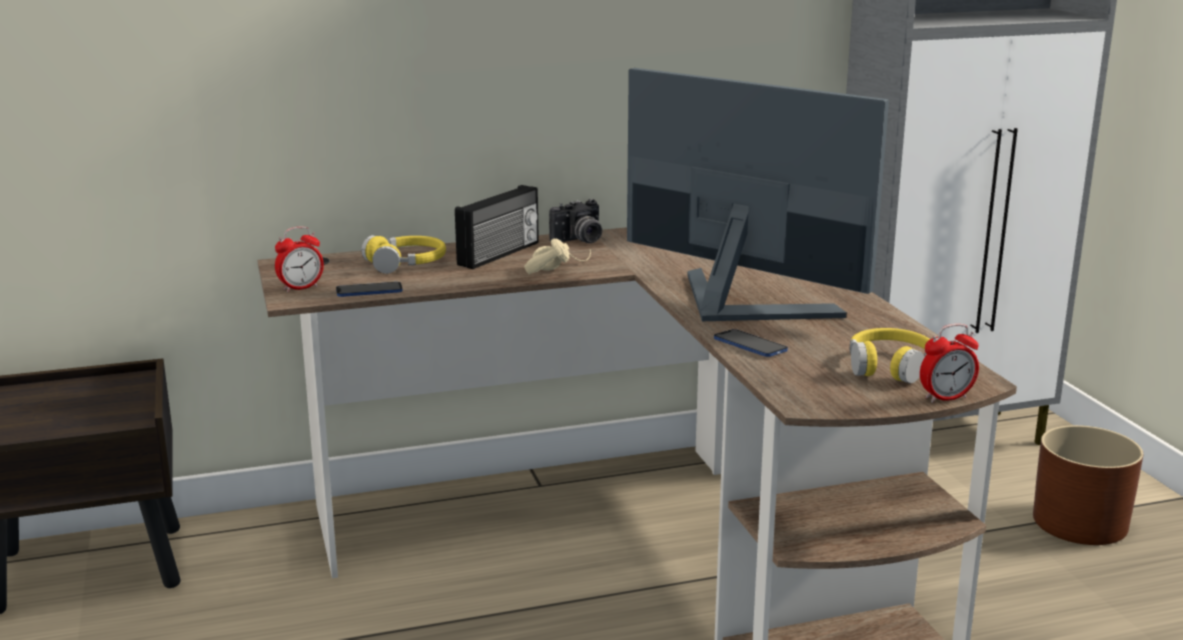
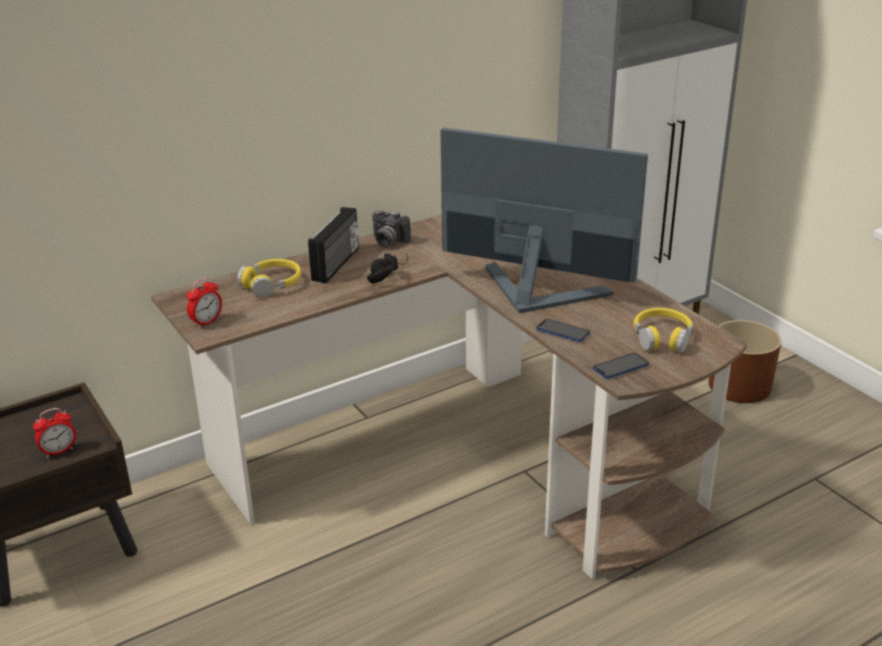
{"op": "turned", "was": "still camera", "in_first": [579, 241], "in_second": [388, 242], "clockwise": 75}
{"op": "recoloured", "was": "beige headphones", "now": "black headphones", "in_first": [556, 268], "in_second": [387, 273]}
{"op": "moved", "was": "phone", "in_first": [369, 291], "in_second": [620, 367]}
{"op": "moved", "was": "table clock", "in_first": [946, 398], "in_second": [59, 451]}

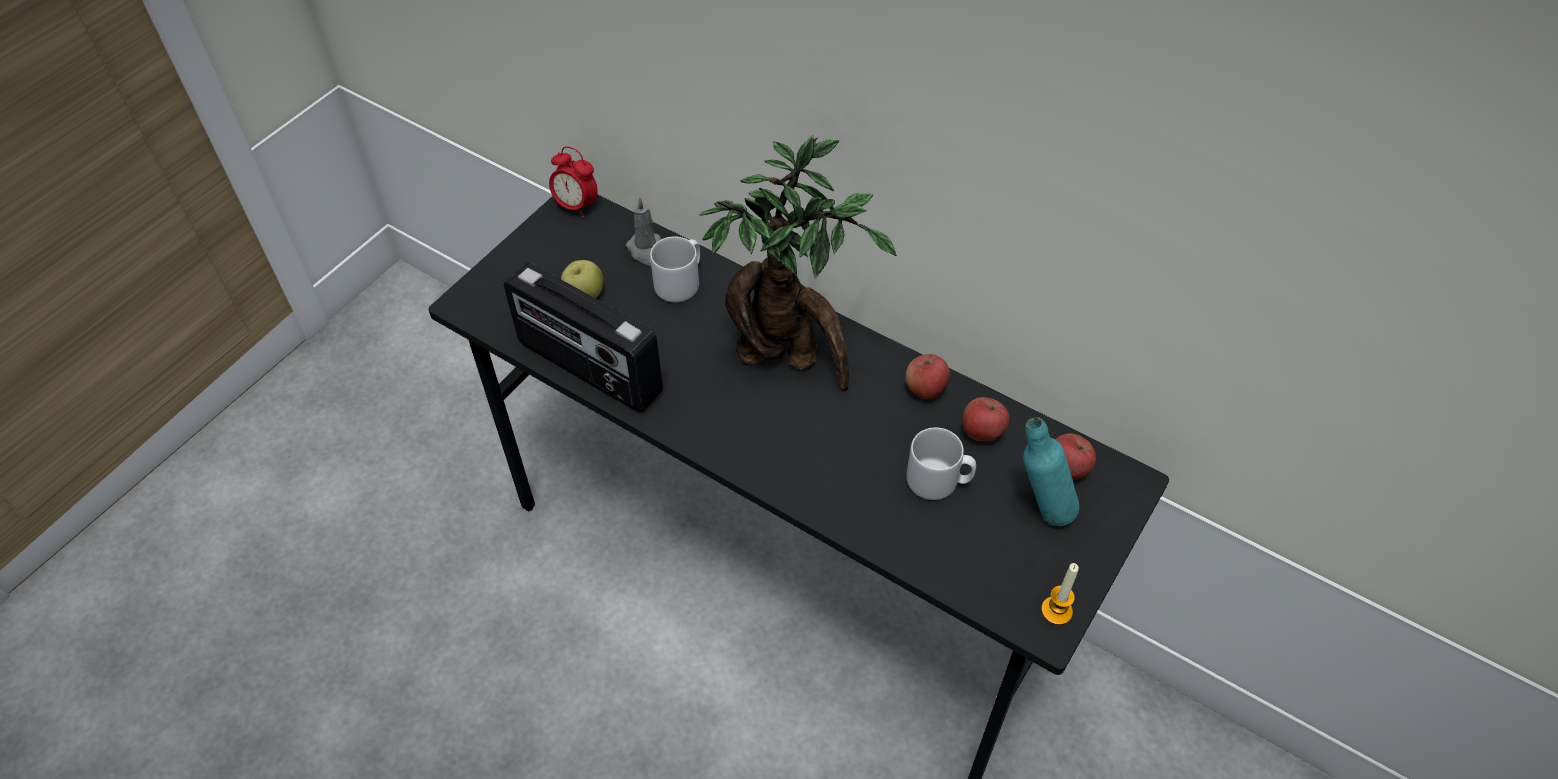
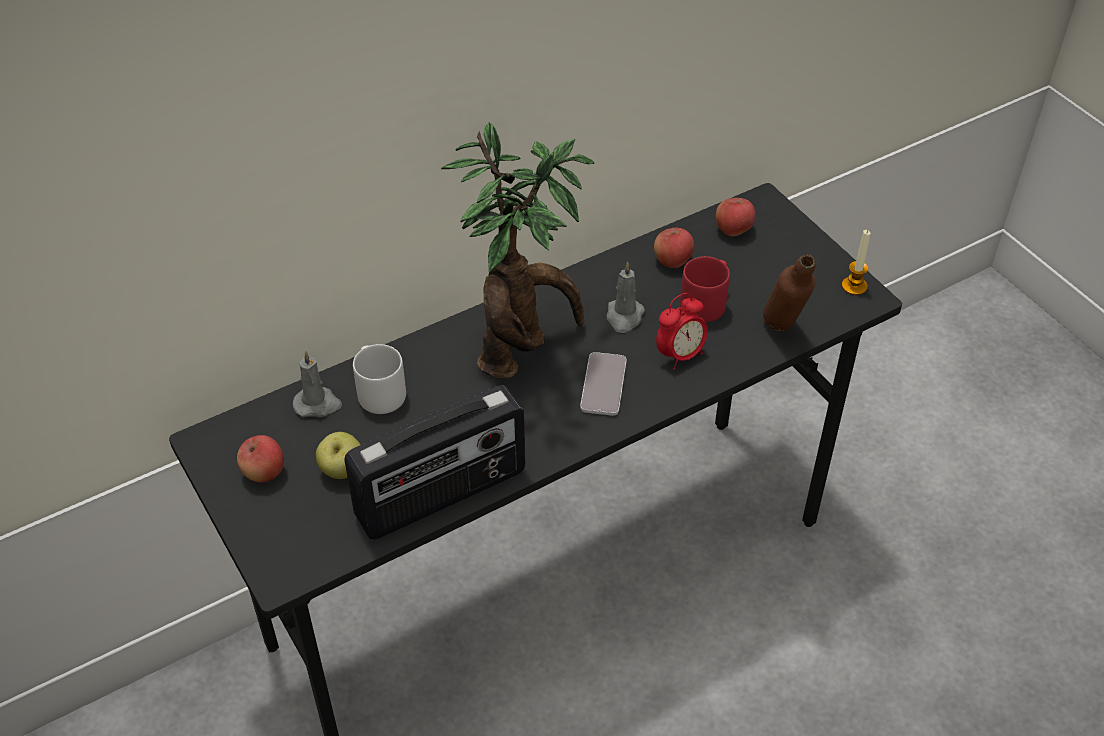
{"op": "moved", "was": "table clock", "in_first": [576, 206], "in_second": [680, 355]}
{"op": "moved", "was": "apple fruit", "in_first": [925, 389], "in_second": [264, 472]}
{"op": "removed", "was": "turquoise bottle", "in_first": [1039, 511]}
{"op": "recoloured", "was": "grey coffee mug", "now": "reddish coffee mug", "in_first": [938, 481], "in_second": [706, 304]}
{"op": "added", "now": "brown bottle", "in_second": [783, 334]}
{"op": "added", "now": "grey wax light", "in_second": [624, 317]}
{"op": "added", "now": "phone", "in_second": [603, 385]}

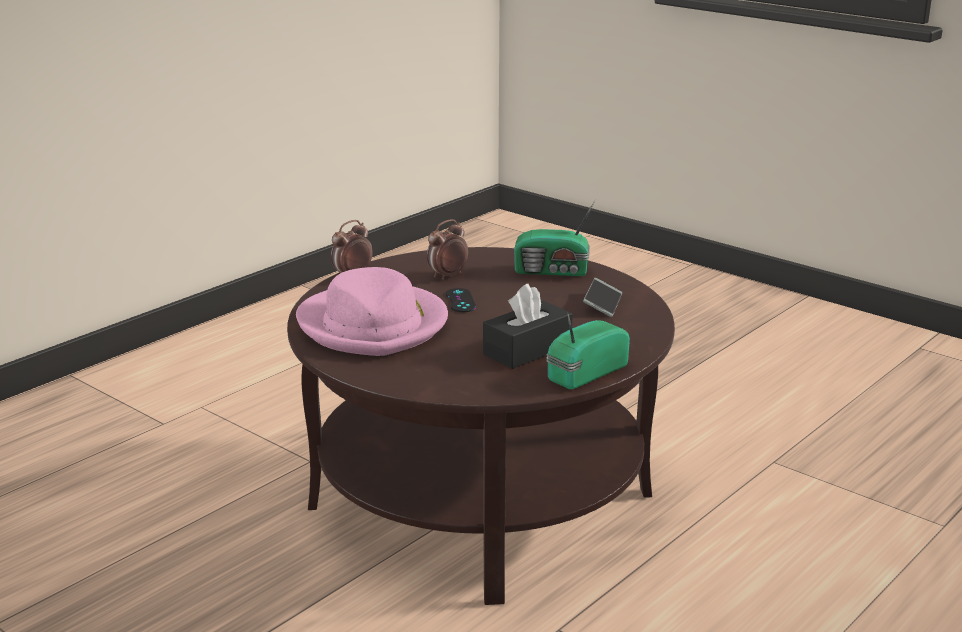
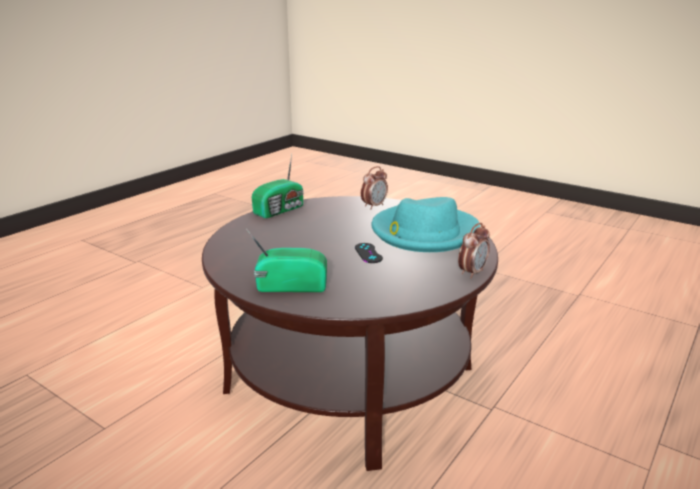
{"op": "moved", "was": "table clock", "in_first": [447, 276], "in_second": [374, 206]}
{"op": "recoloured", "was": "pinkish wearable hat", "now": "turquoise wearable hat", "in_first": [374, 325], "in_second": [423, 232]}
{"op": "removed", "was": "phone", "in_first": [602, 303]}
{"op": "removed", "was": "black tissue box", "in_first": [527, 350]}

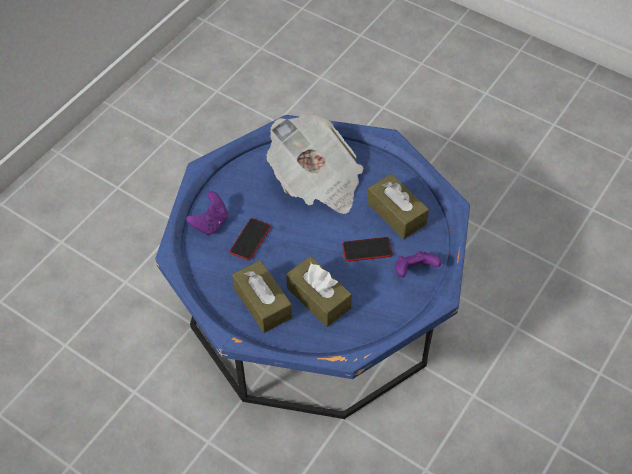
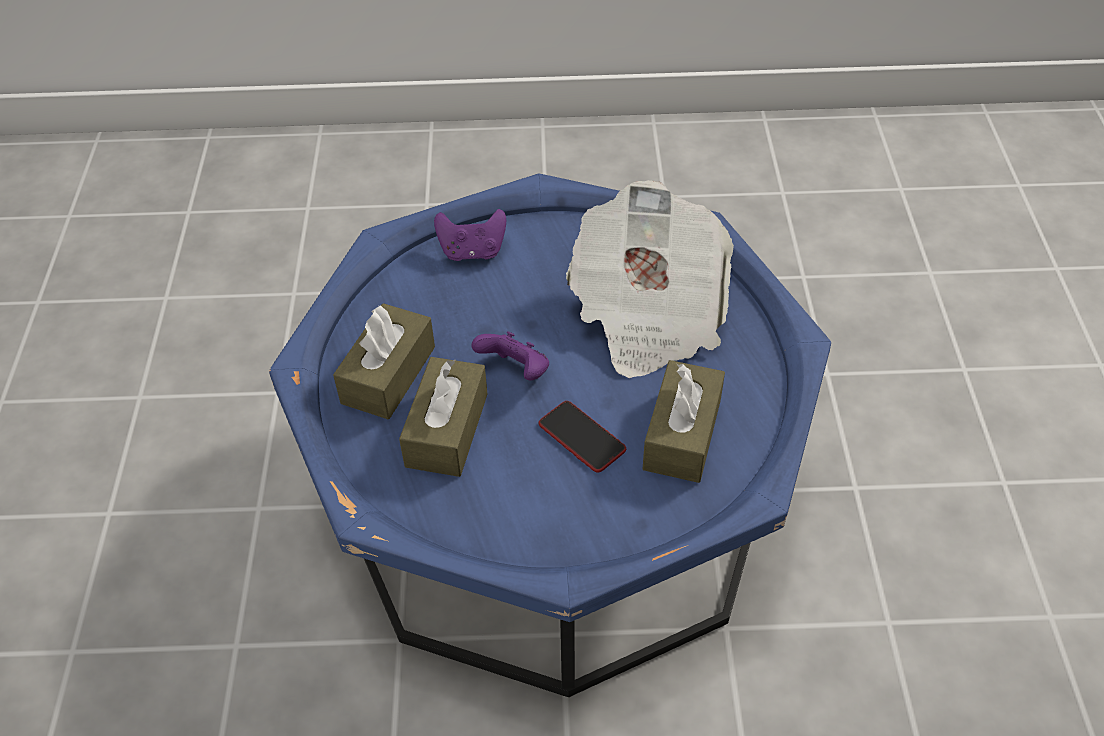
{"op": "removed", "was": "phone", "in_first": [250, 240]}
{"op": "moved", "was": "purplish joypad", "in_first": [414, 271], "in_second": [515, 371]}

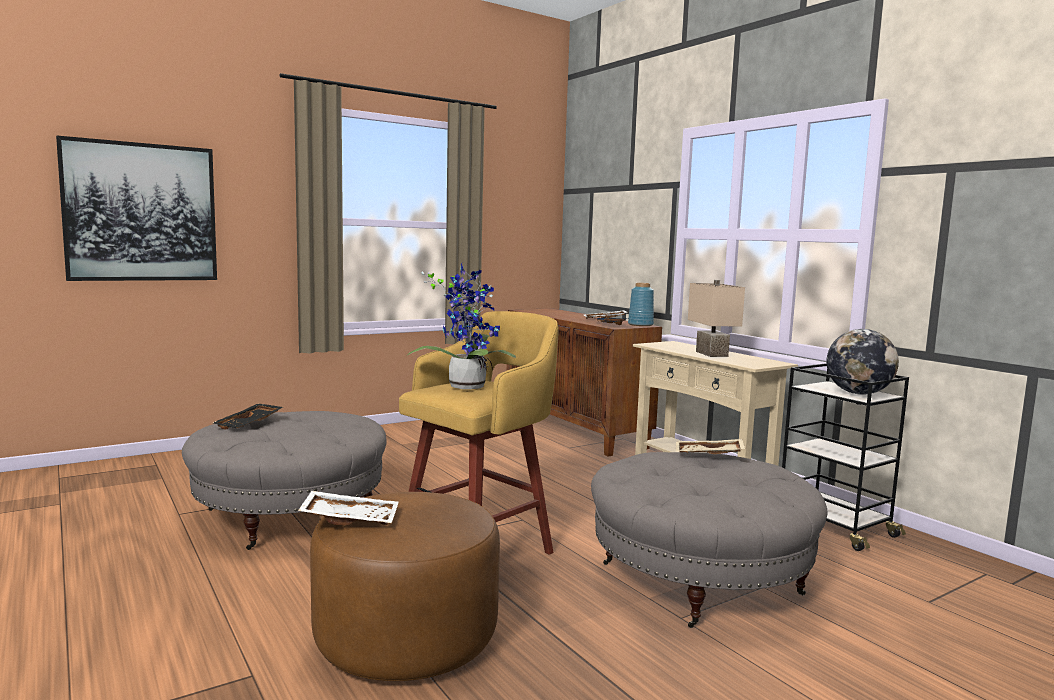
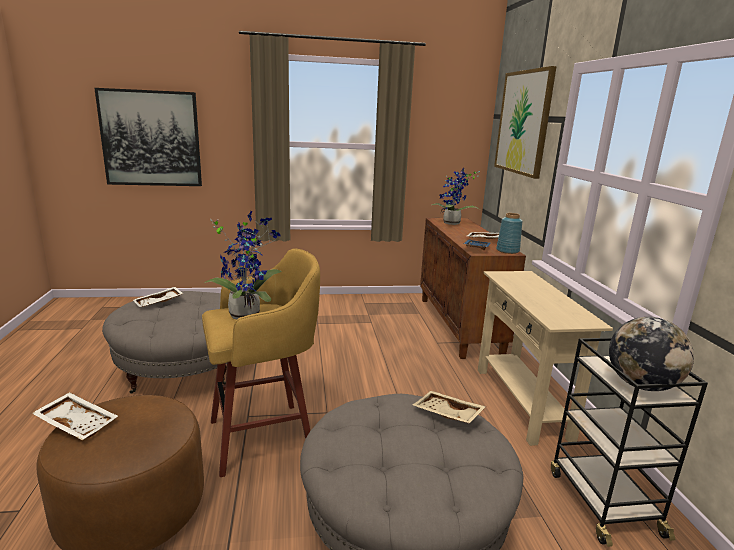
{"op": "removed", "was": "beige lamp for a table", "in_first": [713, 354]}
{"op": "recoloured", "was": "black serving tray", "now": "white-coloured serving tray", "in_first": [249, 424], "in_second": [159, 303]}
{"op": "added", "now": "picture", "in_second": [523, 122]}
{"op": "added", "now": "houseplant", "in_second": [452, 224]}

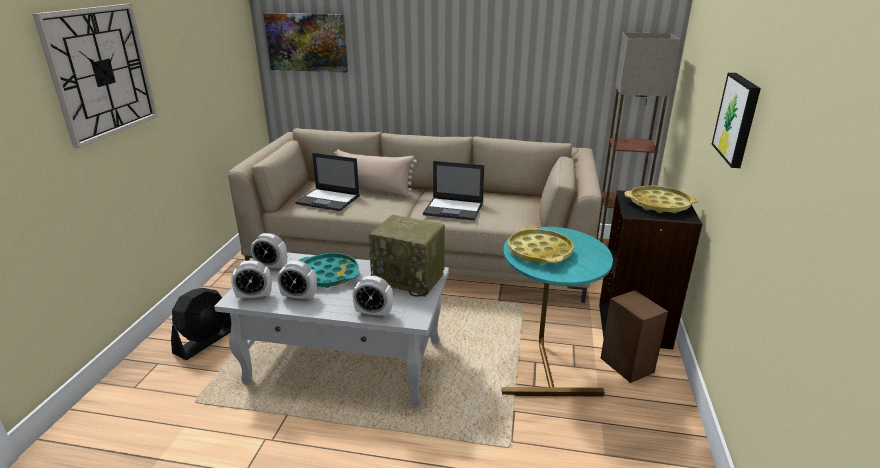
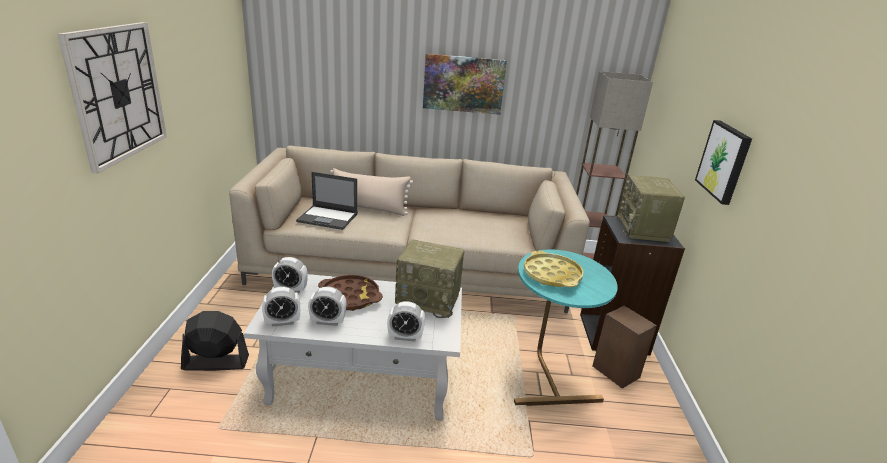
{"op": "moved", "was": "picture", "in_first": [307, 42], "in_second": [463, 84]}
{"op": "removed", "was": "portable computer", "in_first": [454, 209]}
{"op": "replaced", "was": "yellowish serving tray", "now": "radio set", "in_first": [659, 204], "in_second": [643, 229]}
{"op": "recoloured", "was": "turquoise serving tray", "now": "brown serving tray", "in_first": [328, 275], "in_second": [350, 297]}
{"op": "turned", "was": "black fan", "in_first": [205, 341], "in_second": [215, 362], "clockwise": -120}

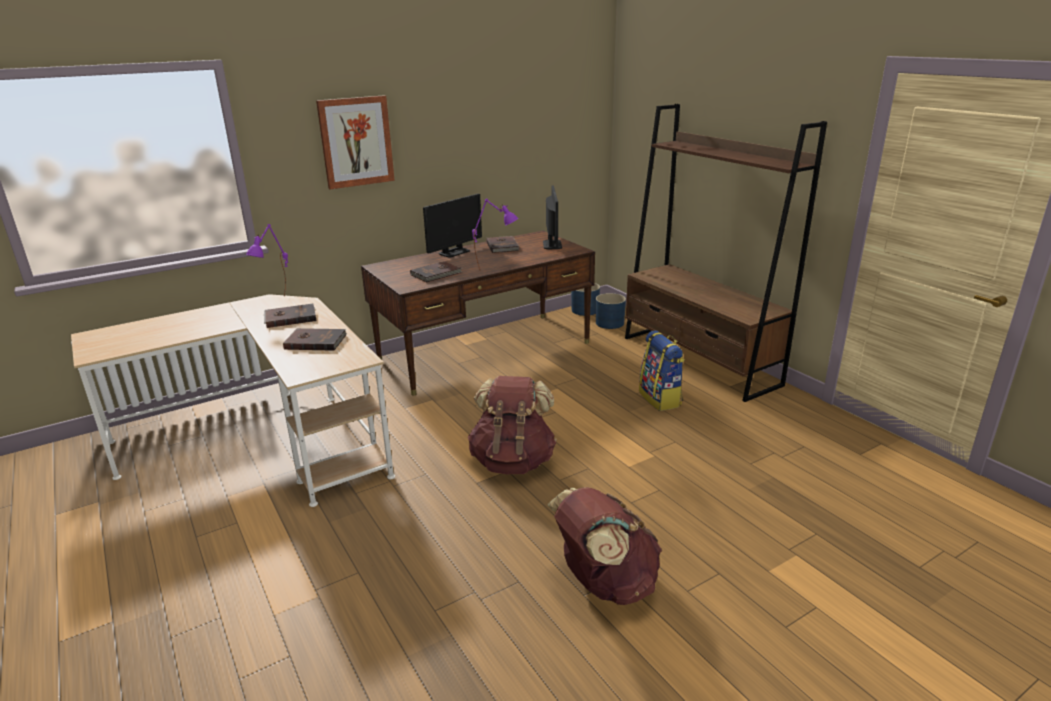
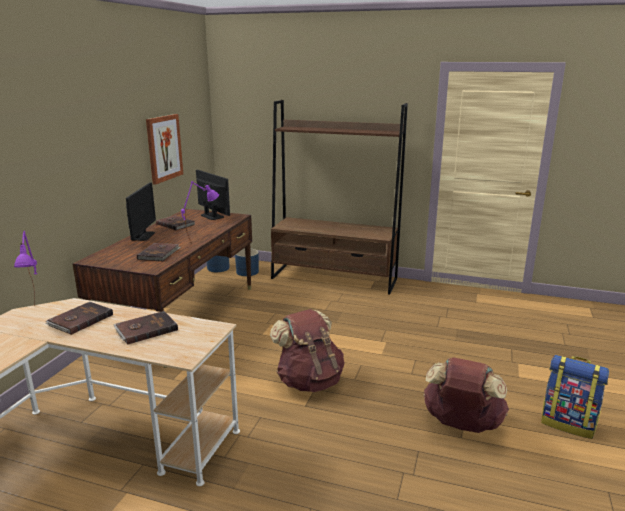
{"op": "moved", "was": "picture", "in_first": [356, 142], "in_second": [164, 148]}
{"op": "moved", "was": "knapsack", "in_first": [661, 399], "in_second": [568, 423]}

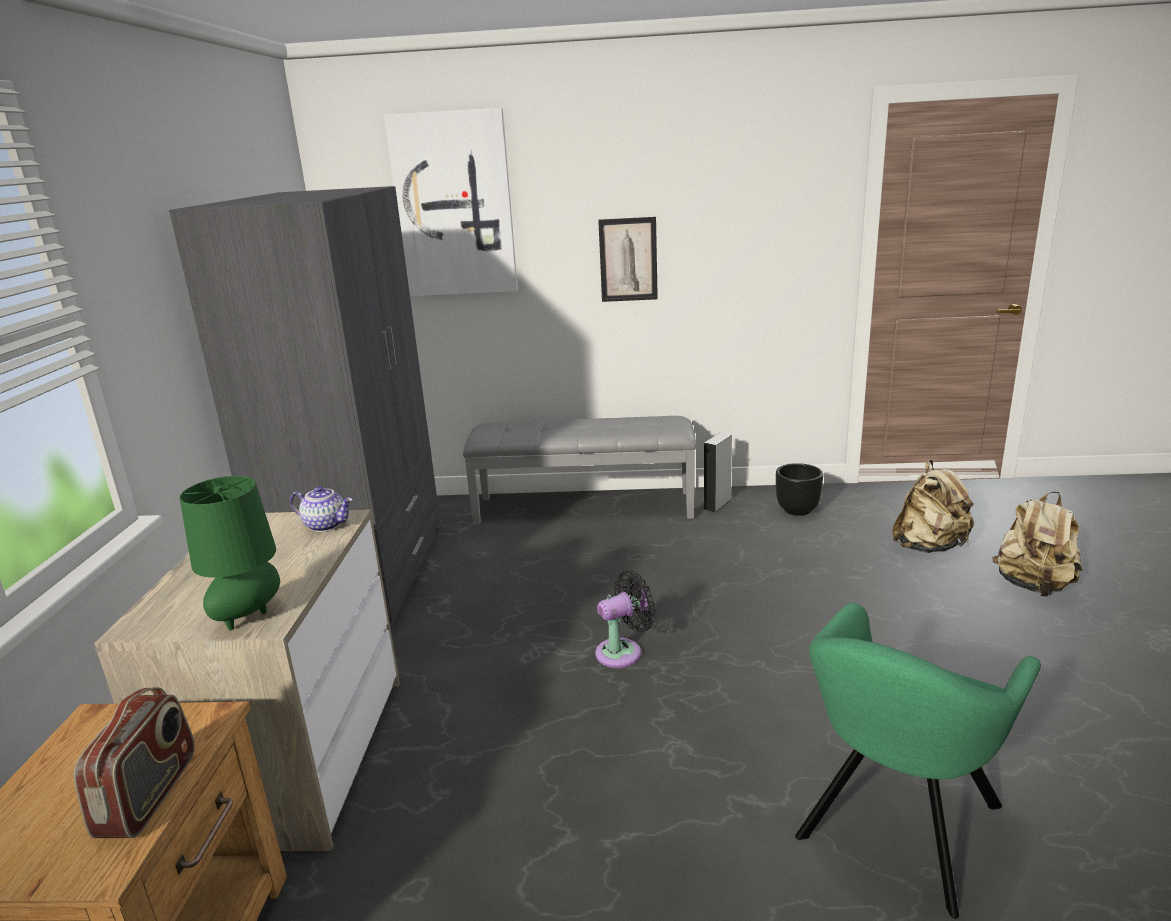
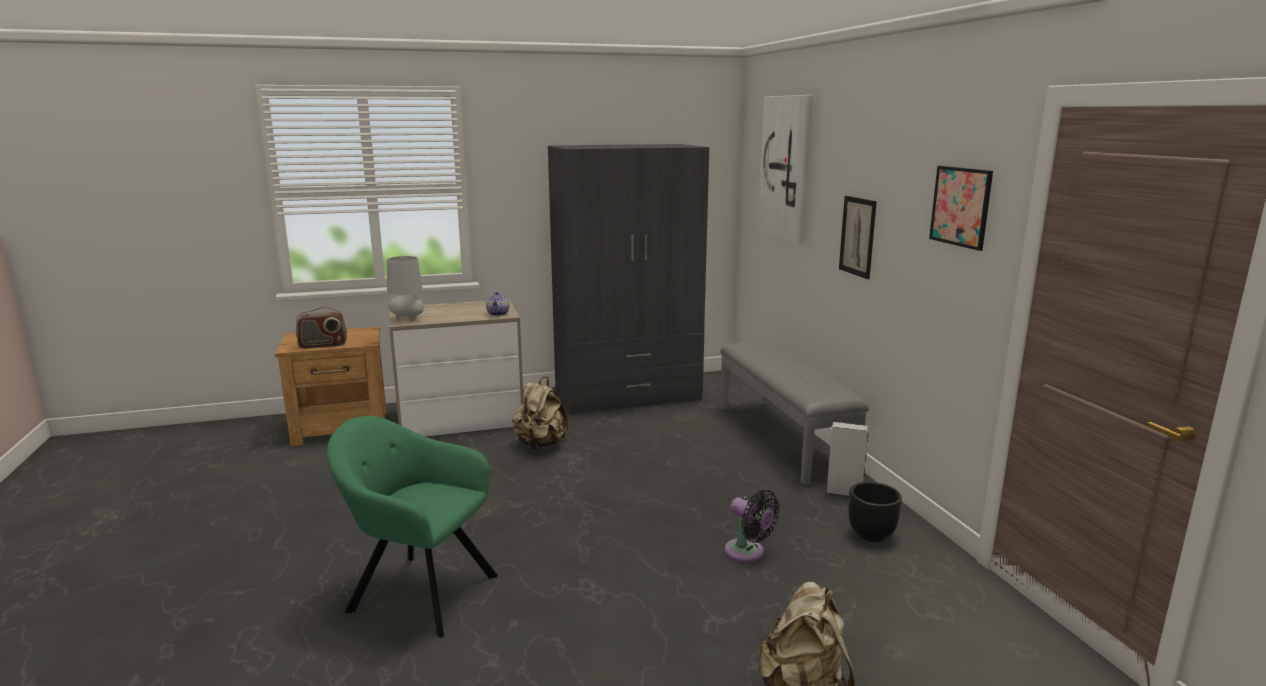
{"op": "moved", "was": "beige knapsack", "in_first": [929, 547], "in_second": [540, 445]}
{"op": "recoloured", "was": "greenish lamp for a table", "now": "grey lamp for a table", "in_first": [249, 616], "in_second": [407, 319]}
{"op": "moved", "was": "black fan", "in_first": [623, 652], "in_second": [748, 553]}
{"op": "added", "now": "picture", "in_second": [960, 206]}

